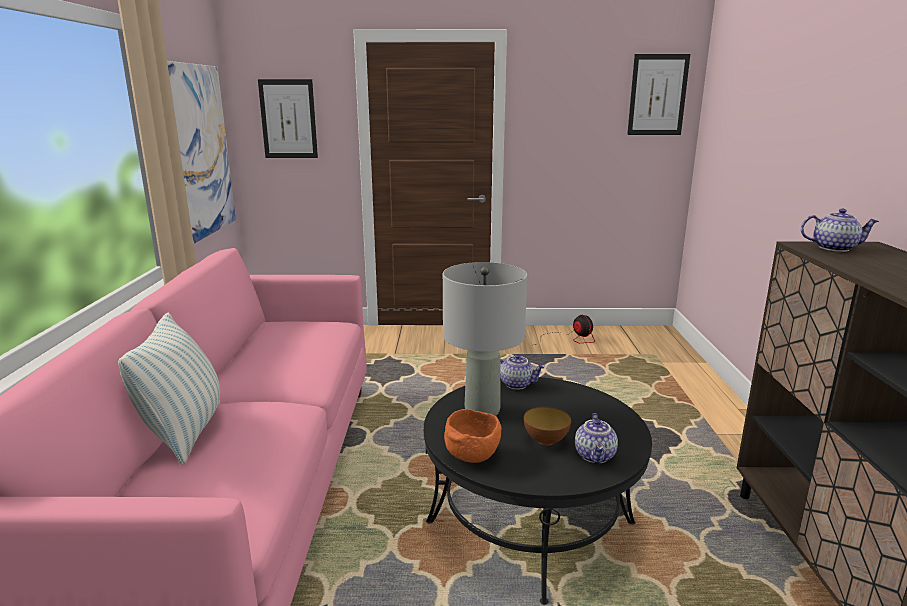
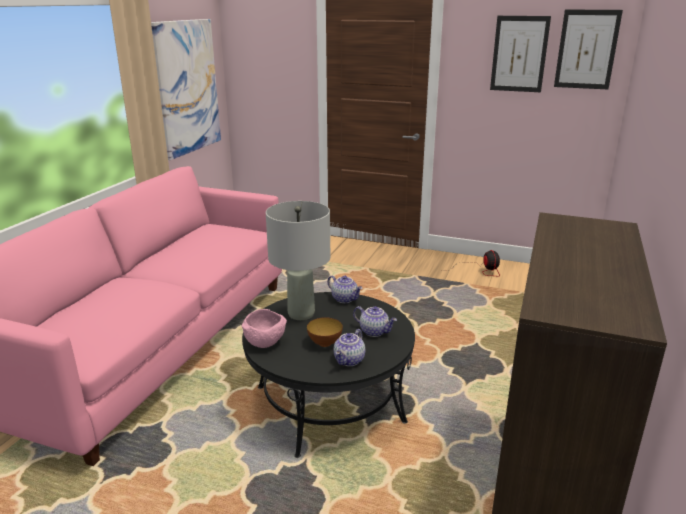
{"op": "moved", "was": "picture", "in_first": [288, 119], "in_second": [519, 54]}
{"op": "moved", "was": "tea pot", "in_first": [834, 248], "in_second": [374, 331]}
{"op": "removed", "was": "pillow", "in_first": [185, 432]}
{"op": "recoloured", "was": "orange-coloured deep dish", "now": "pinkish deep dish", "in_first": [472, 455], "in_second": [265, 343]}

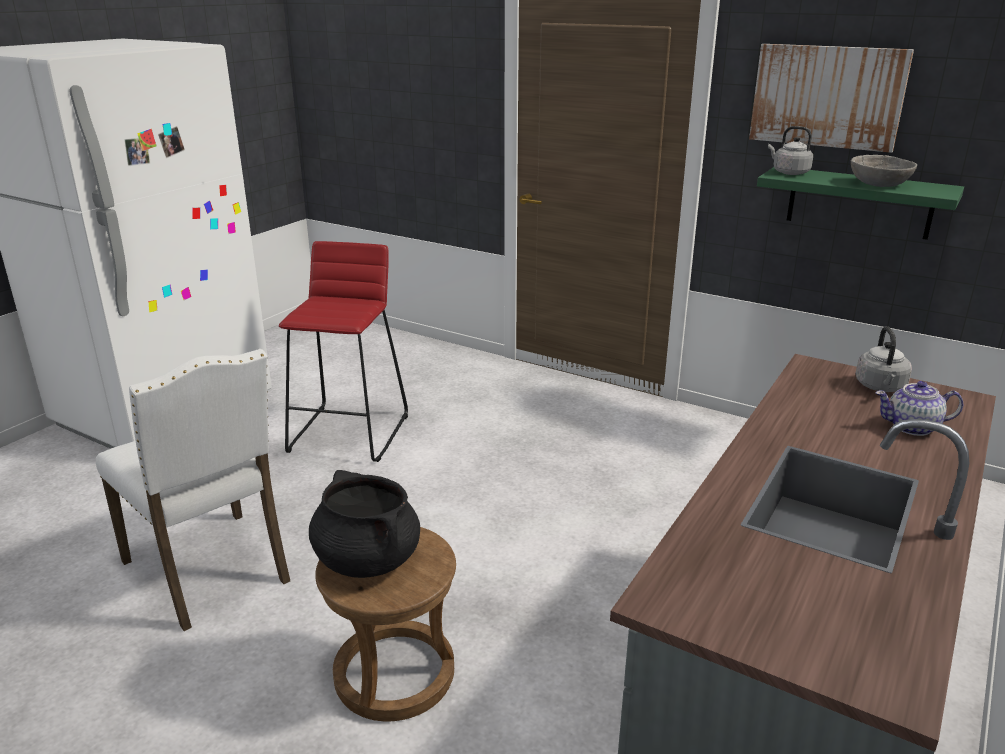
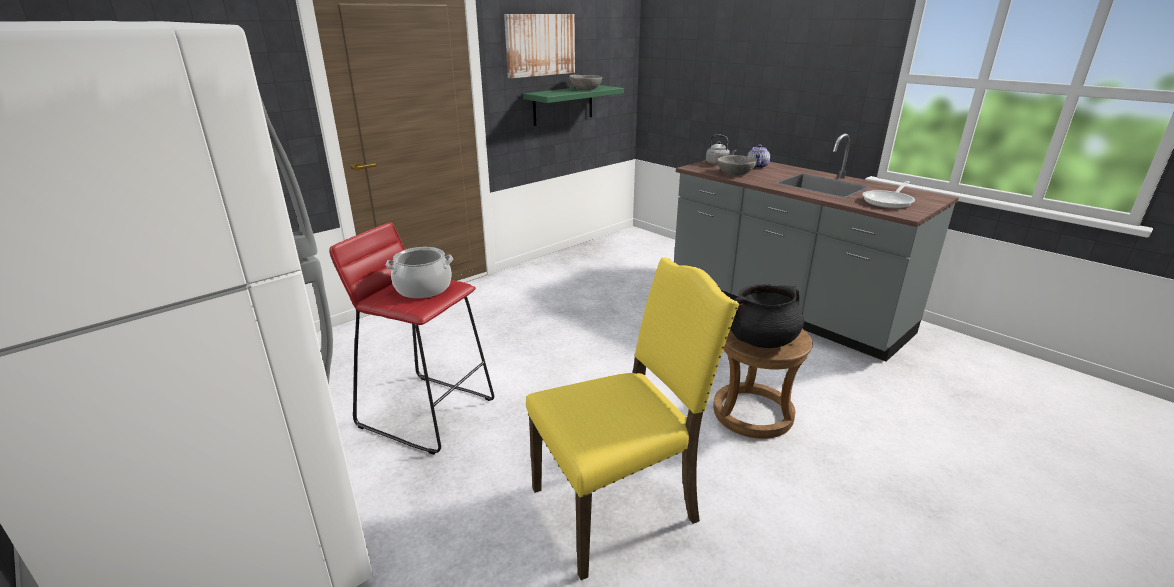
{"op": "removed", "was": "grey kettle", "in_first": [788, 172]}
{"op": "recoloured", "was": "white-coloured plain chair", "now": "yellowish plain chair", "in_first": [211, 571], "in_second": [619, 506]}
{"op": "added", "now": "grey deep dish", "in_second": [735, 173]}
{"op": "added", "now": "skillet", "in_second": [889, 201]}
{"op": "added", "now": "saucepot", "in_second": [423, 288]}

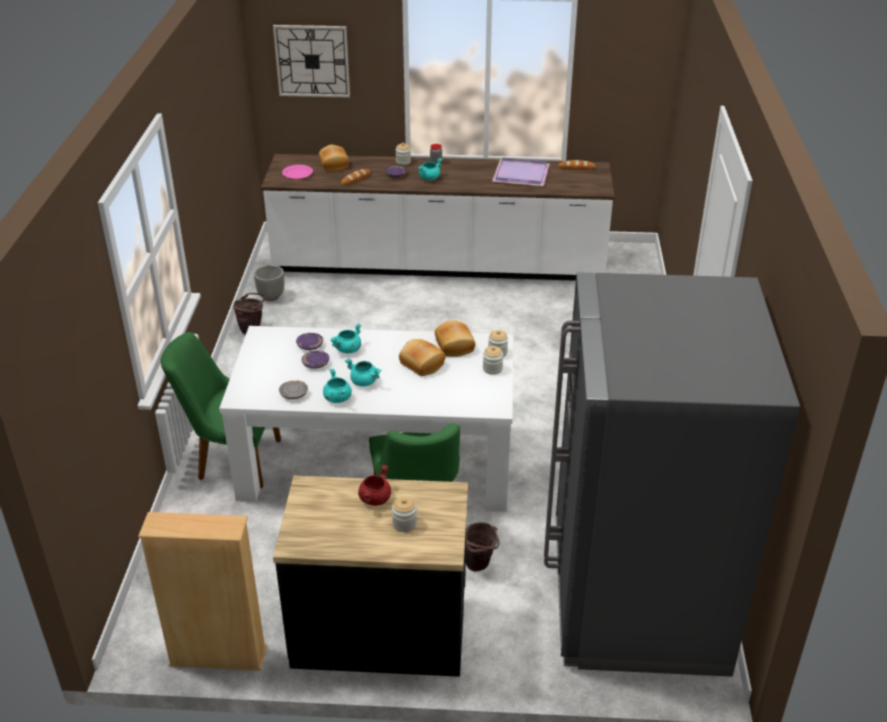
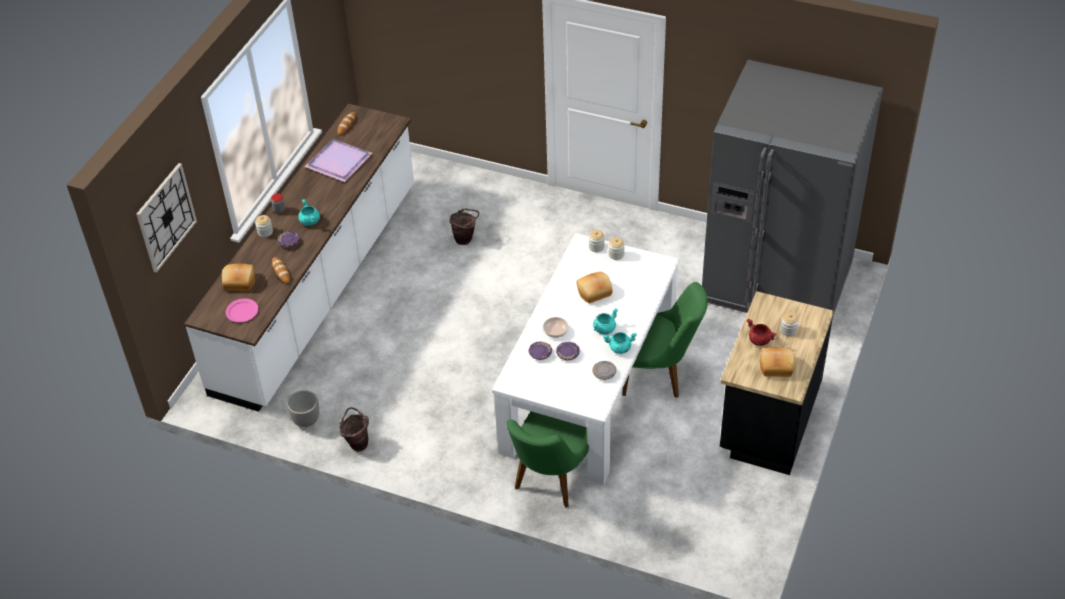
{"op": "moved", "was": "bakery bread", "in_first": [455, 346], "in_second": [776, 366]}
{"op": "replaced", "was": "turquoise saucepot", "now": "deep dish", "in_first": [348, 349], "in_second": [556, 331]}
{"op": "removed", "was": "beige shelving unit", "in_first": [218, 656]}
{"op": "moved", "was": "brown bucket", "in_first": [480, 565], "in_second": [465, 239]}

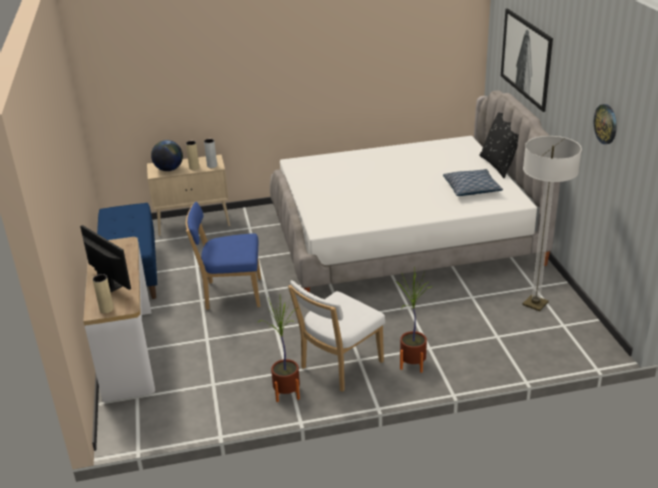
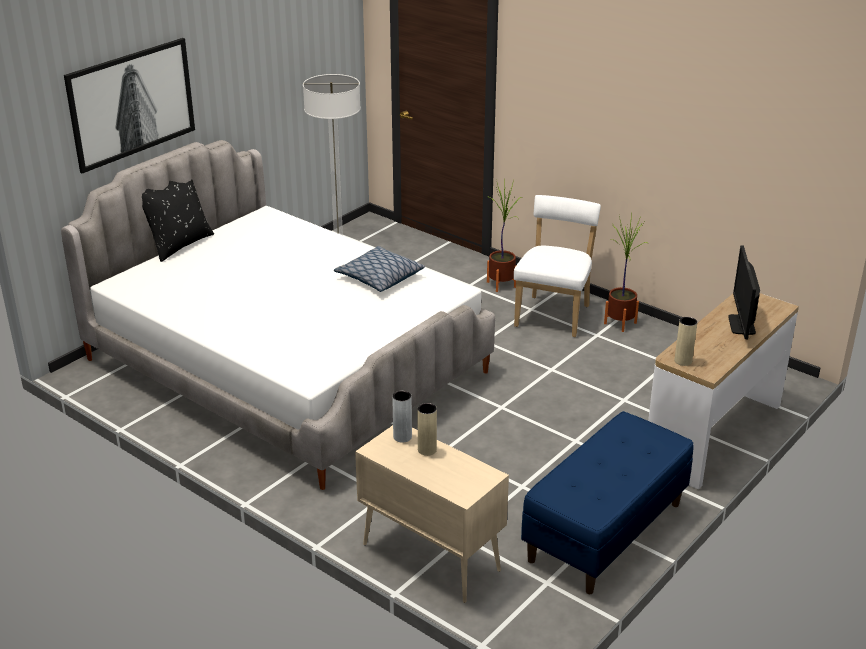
{"op": "removed", "was": "clock on the wall", "in_first": [606, 124]}
{"op": "removed", "was": "globe", "in_first": [169, 169]}
{"op": "moved", "was": "pillow", "in_first": [471, 189], "in_second": [379, 278]}
{"op": "removed", "was": "blue-coloured plain chair", "in_first": [230, 294]}
{"op": "moved", "was": "beige decorative vase", "in_first": [106, 309], "in_second": [683, 361]}
{"op": "turned", "was": "white-coloured plain chair", "in_first": [338, 366], "in_second": [554, 314], "clockwise": -75}

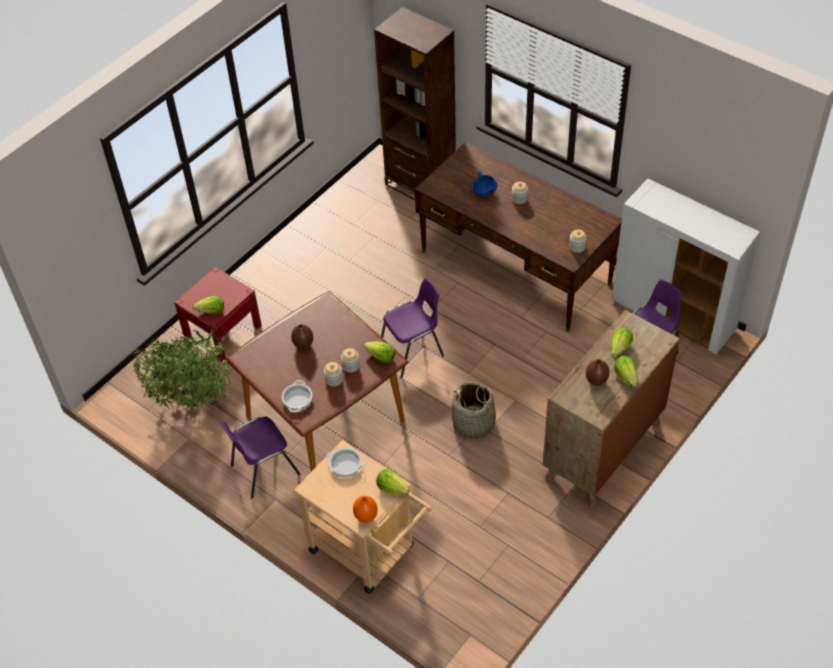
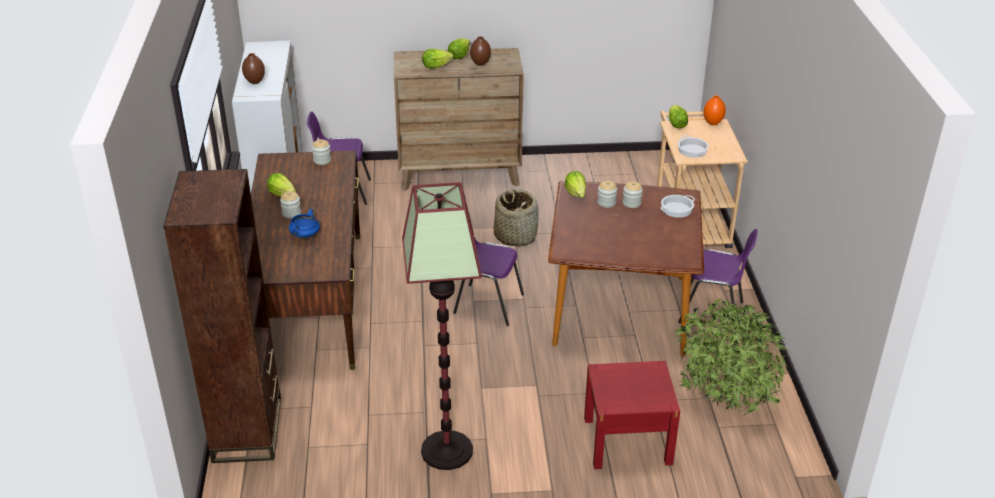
{"op": "moved", "was": "lettuce head", "in_first": [212, 311], "in_second": [282, 194]}
{"op": "moved", "was": "brown decorative vase", "in_first": [304, 345], "in_second": [254, 81]}
{"op": "added", "now": "standing lamp", "in_second": [446, 451]}

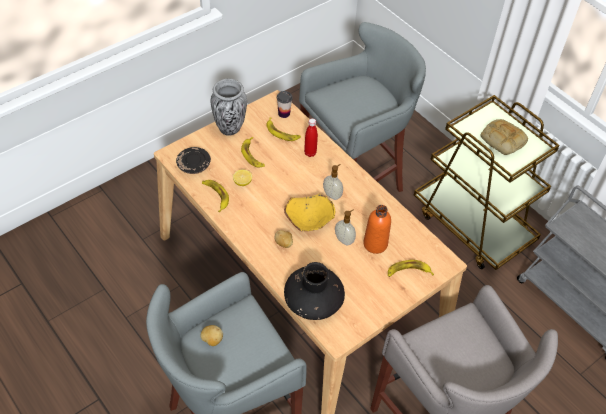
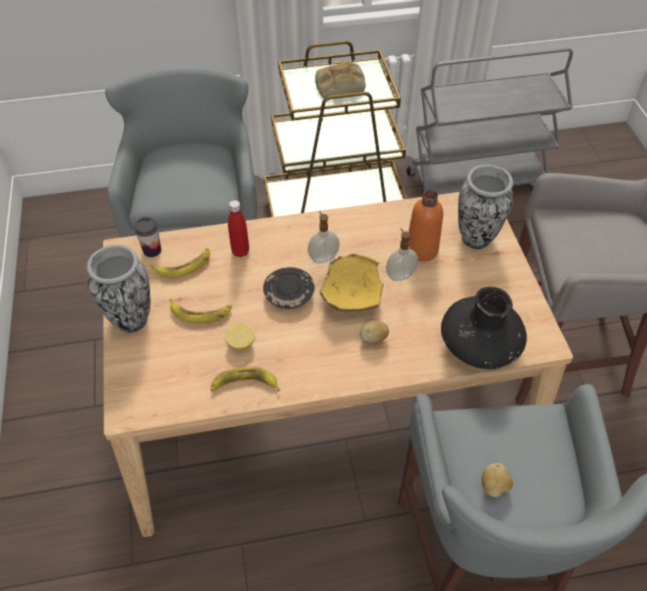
{"op": "moved", "was": "black dinner plate", "in_first": [194, 165], "in_second": [289, 294]}
{"op": "replaced", "was": "whole banana", "now": "decorative vase", "in_first": [408, 271], "in_second": [476, 238]}

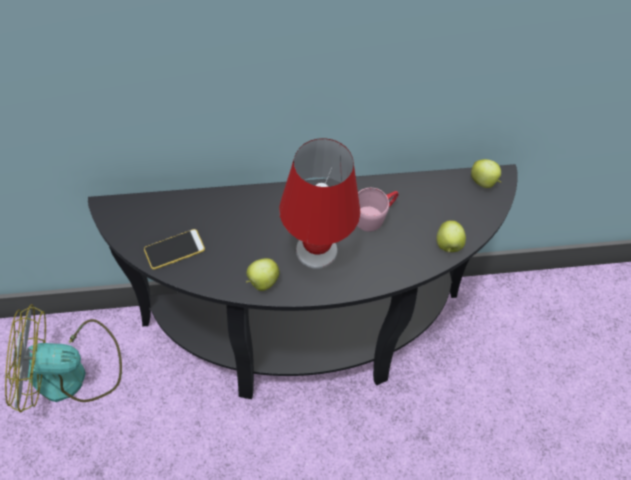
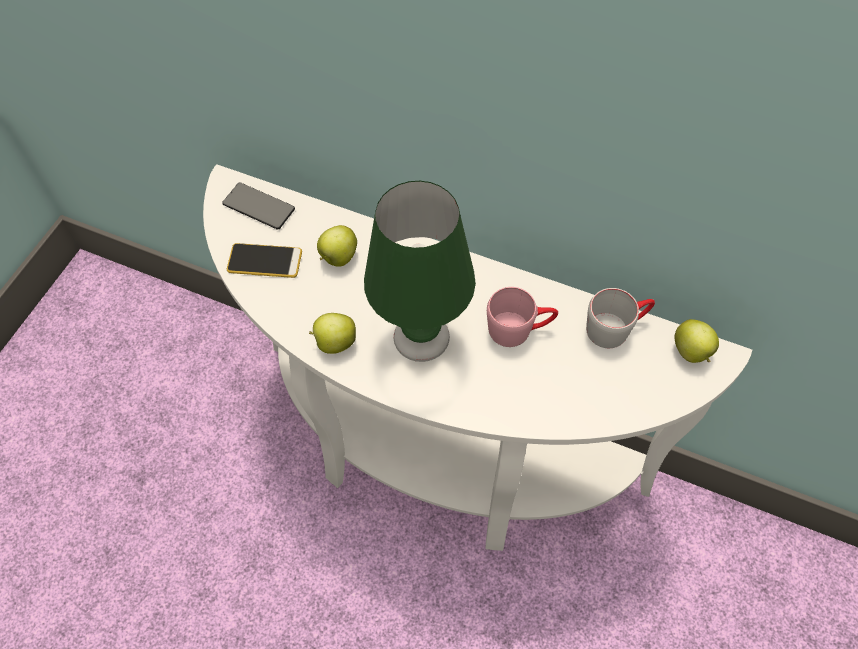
{"op": "recoloured", "was": "reddish lamp for a table", "now": "greenish lamp for a table", "in_first": [316, 250], "in_second": [421, 337]}
{"op": "recoloured", "was": "black narrow table", "now": "white-coloured narrow table", "in_first": [306, 341], "in_second": [435, 455]}
{"op": "moved", "was": "apple fruit", "in_first": [448, 245], "in_second": [338, 257]}
{"op": "removed", "was": "fan", "in_first": [71, 371]}
{"op": "added", "now": "phone", "in_second": [259, 207]}
{"op": "added", "now": "grey coffee mug", "in_second": [616, 327]}

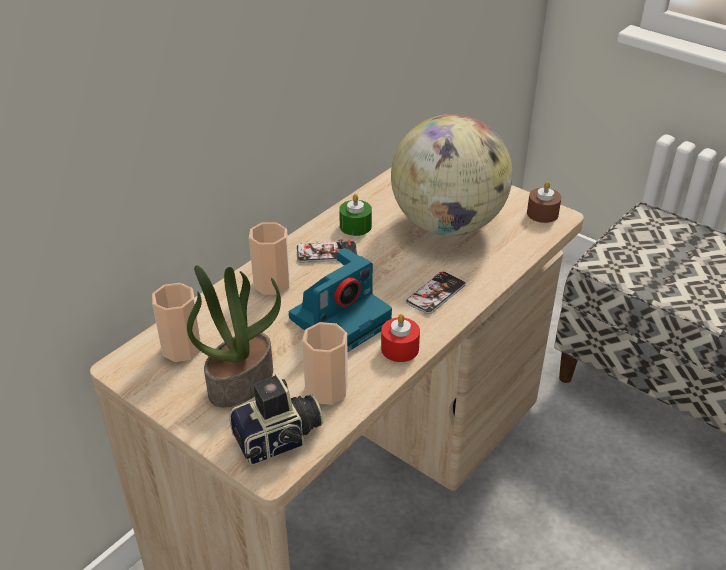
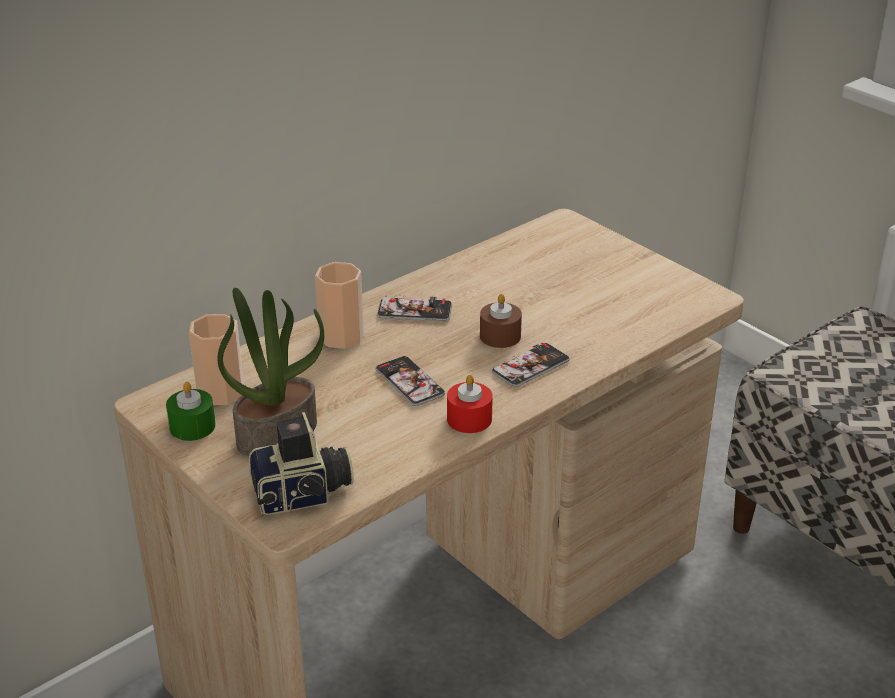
{"op": "removed", "was": "globe", "in_first": [448, 225]}
{"op": "moved", "was": "brown wax light", "in_first": [542, 213], "in_second": [500, 336]}
{"op": "moved", "was": "greenish wax light", "in_first": [355, 226], "in_second": [192, 426]}
{"op": "replaced", "was": "still camera", "now": "phone", "in_first": [341, 319], "in_second": [410, 382]}
{"op": "removed", "was": "small cup", "in_first": [326, 389]}

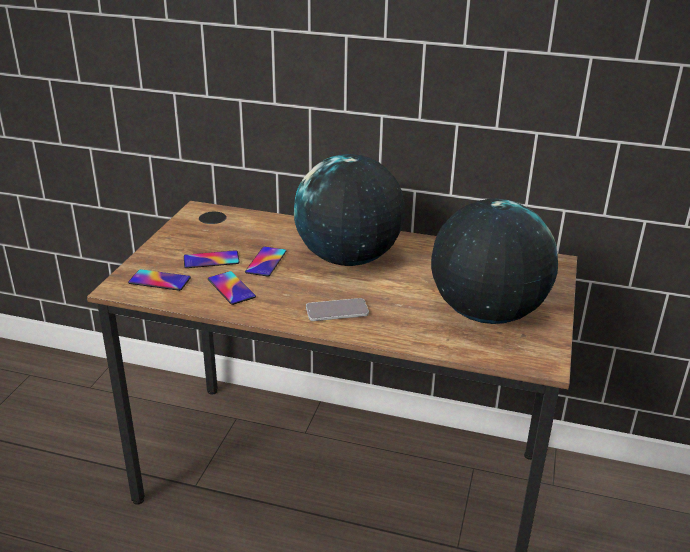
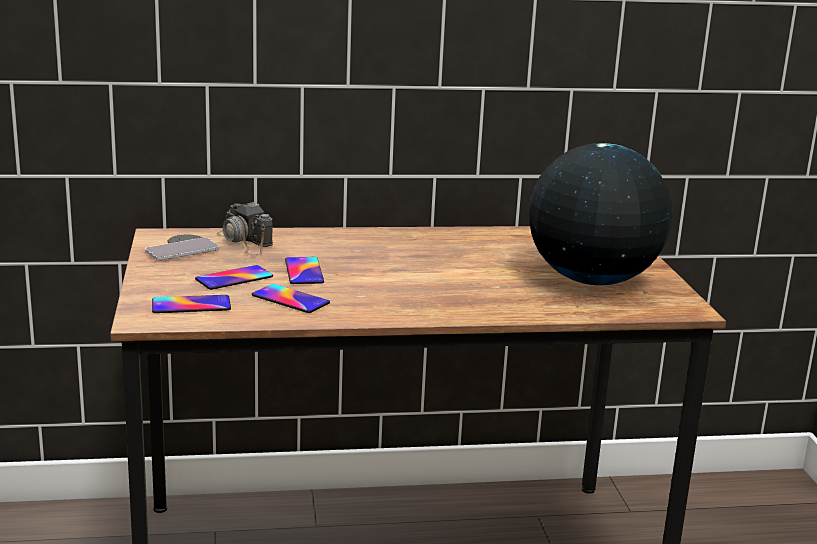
{"op": "removed", "was": "globe", "in_first": [348, 259]}
{"op": "moved", "was": "phone", "in_first": [337, 311], "in_second": [182, 251]}
{"op": "added", "now": "still camera", "in_second": [245, 241]}

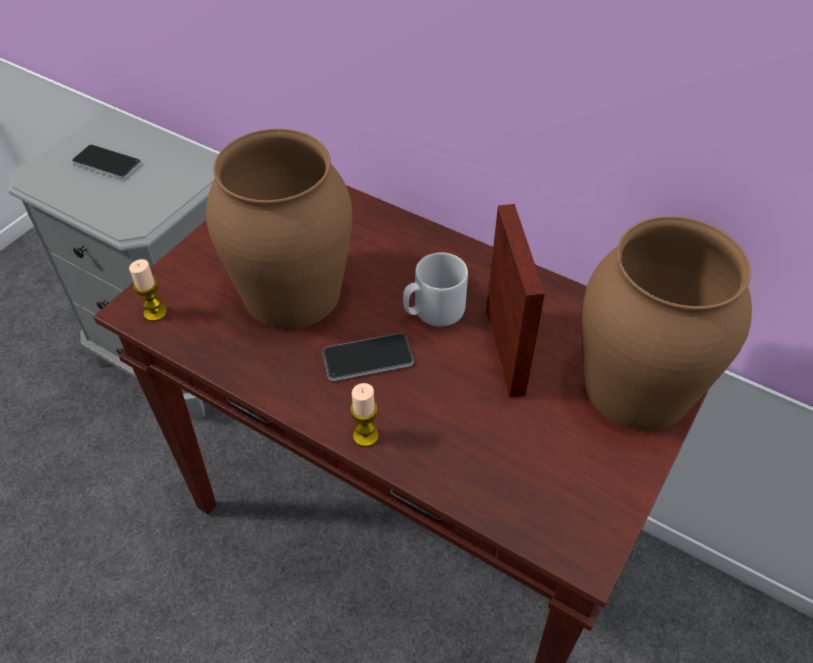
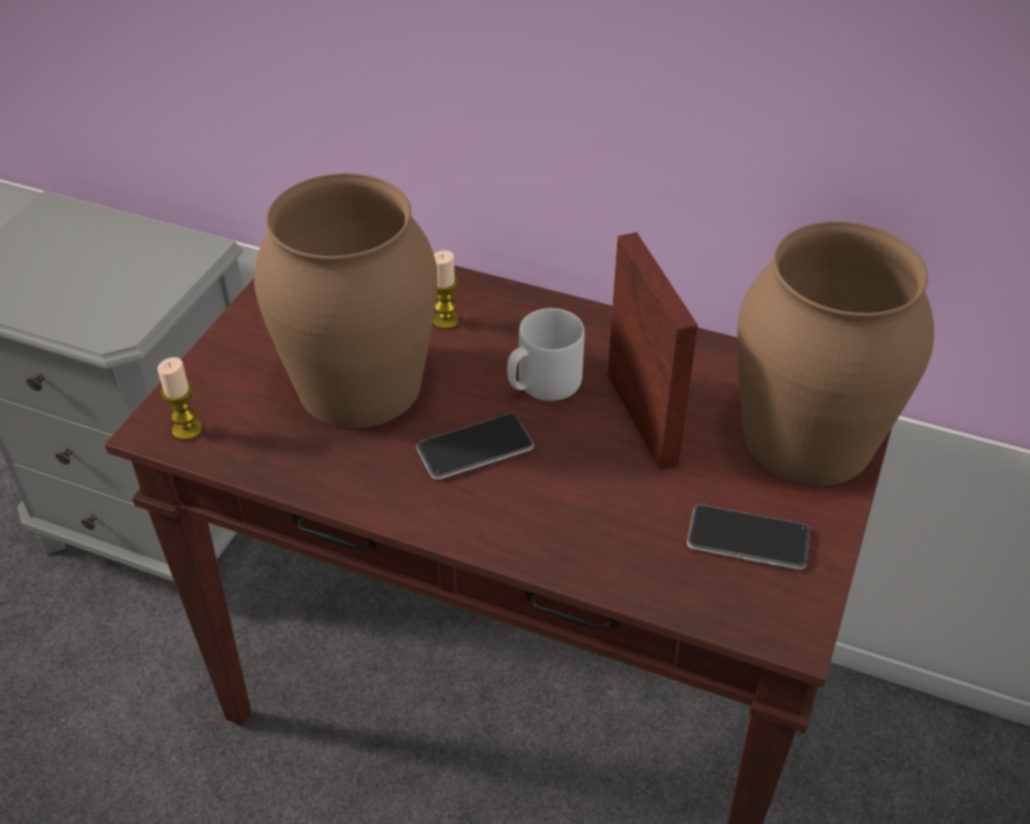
{"op": "moved", "was": "phone", "in_first": [106, 163], "in_second": [748, 539]}
{"op": "moved", "was": "wax light", "in_first": [365, 436], "in_second": [445, 320]}

